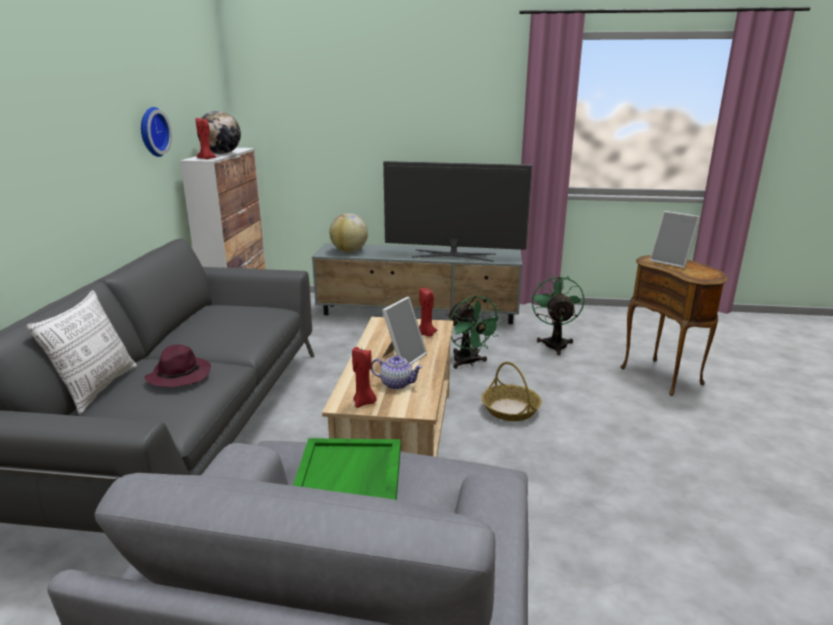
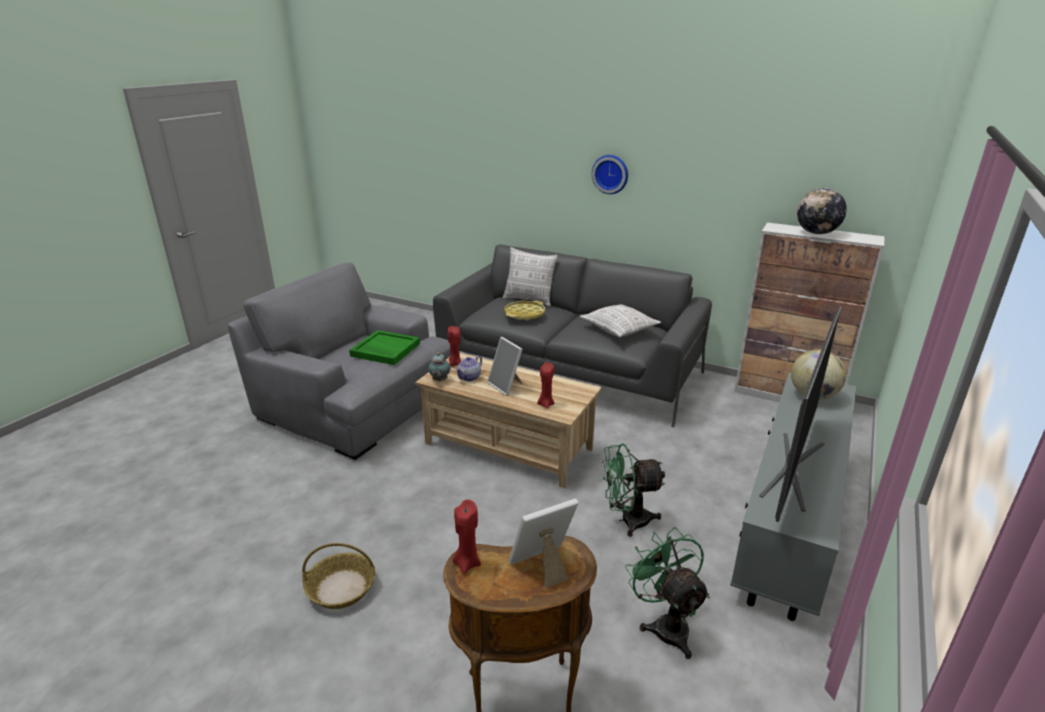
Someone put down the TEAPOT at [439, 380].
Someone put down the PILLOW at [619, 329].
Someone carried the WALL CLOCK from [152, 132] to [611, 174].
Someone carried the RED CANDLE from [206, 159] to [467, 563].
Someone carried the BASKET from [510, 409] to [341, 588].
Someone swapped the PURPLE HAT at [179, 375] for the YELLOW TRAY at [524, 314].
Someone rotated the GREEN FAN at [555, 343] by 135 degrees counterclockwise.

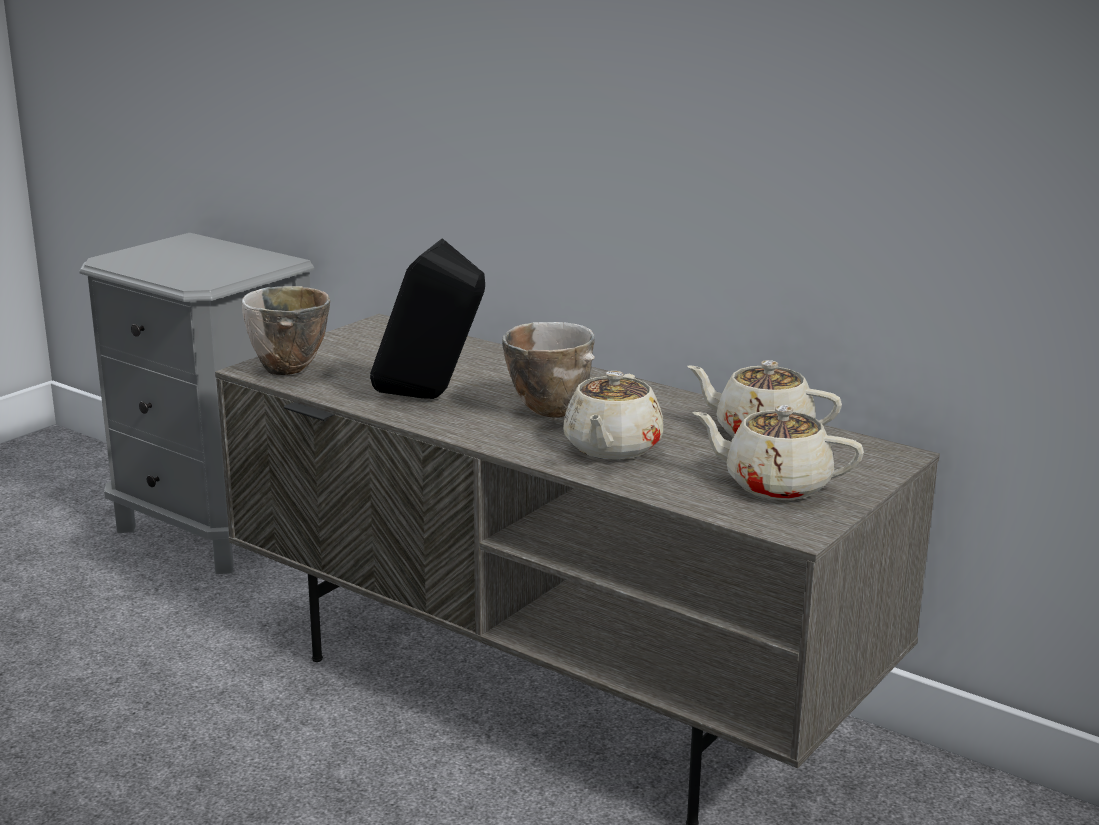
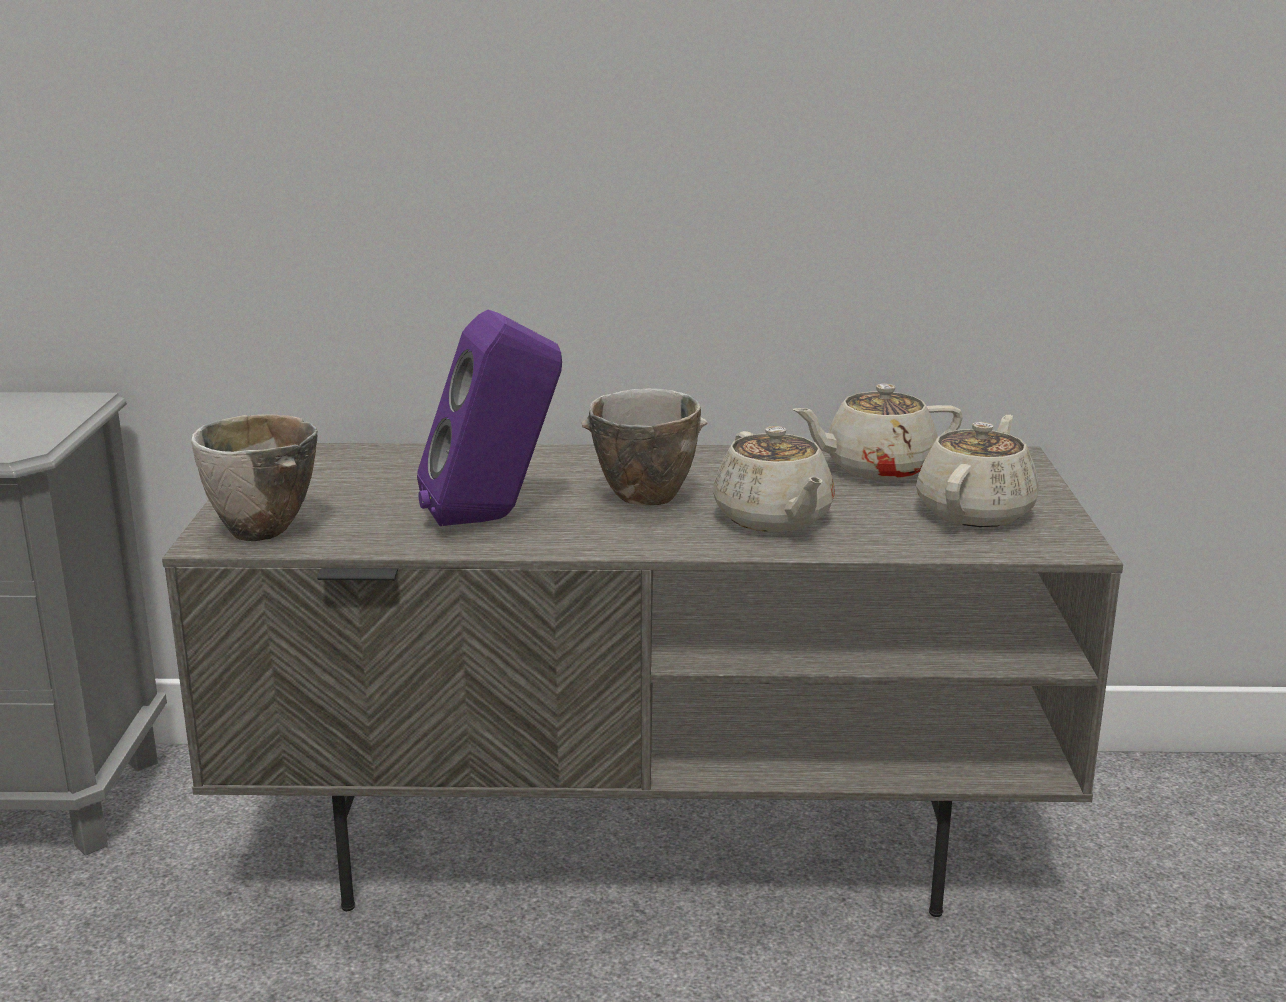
Someone repainted the BLACK SPEAKER at [431, 398], which became the PURPLE SPEAKER at [494, 518].
Someone rotated the BEIGE TEAPOT at [775, 485] by 135 degrees clockwise.

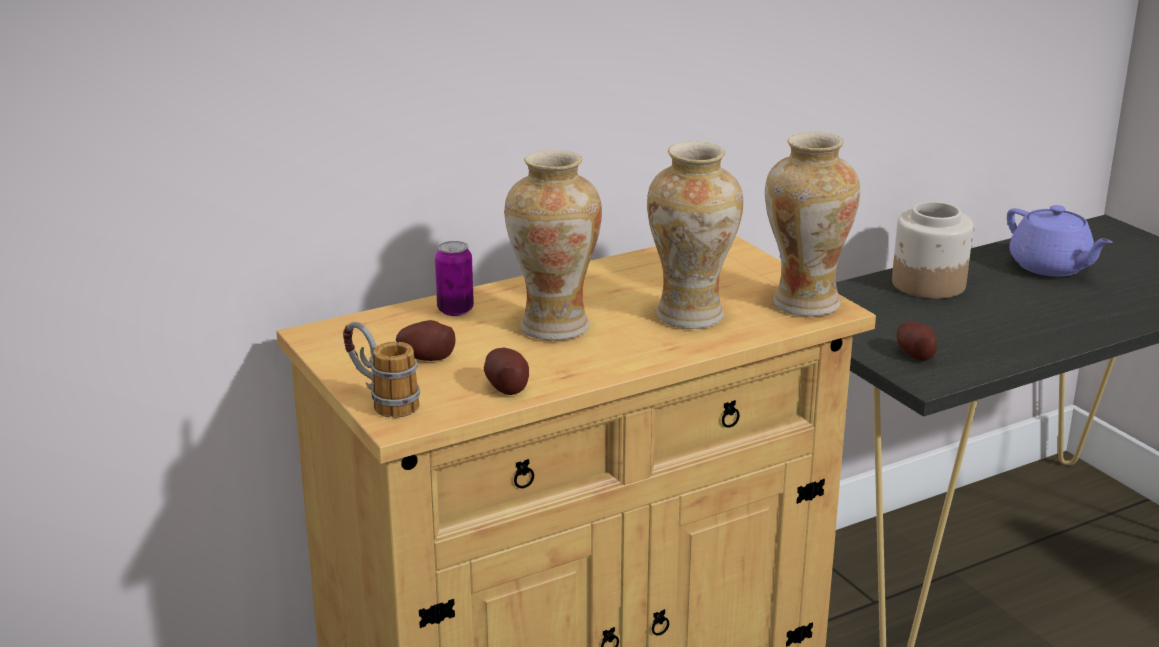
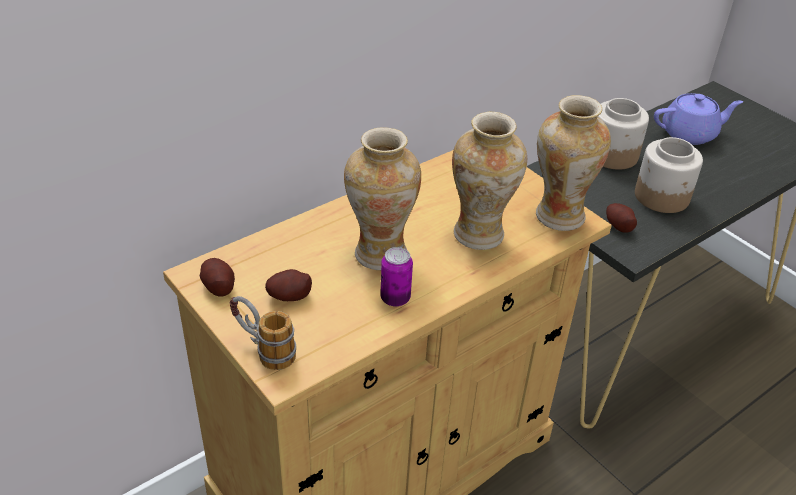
Someone put down the JAR at [662, 197].
Someone carried the CAN from [455, 310] to [395, 298].
Someone carried the POTATO from [506, 386] to [218, 286].
Someone rotated the PURPLE TEAPOT at [1051, 267] by 60 degrees counterclockwise.

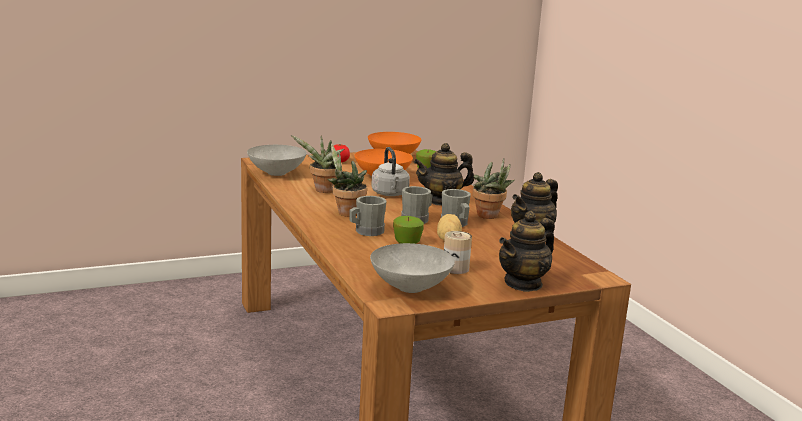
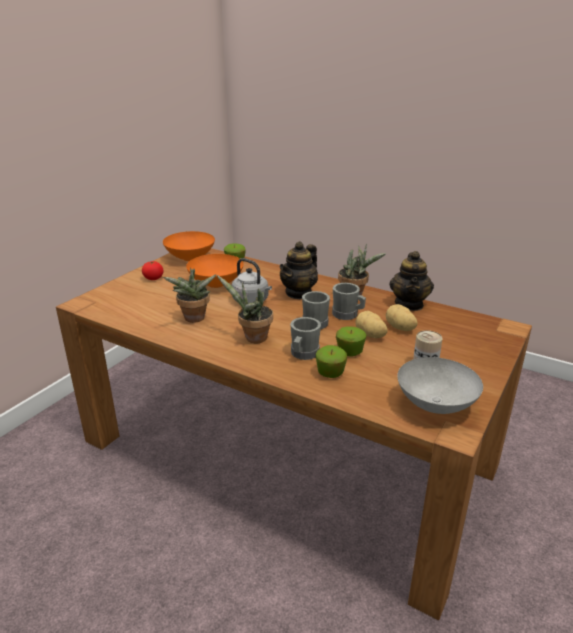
Someone took away the GREY BOWL at [277, 173].
Someone took away the TEAPOT at [523, 283].
Someone put down the APPLE at [330, 373].
Someone put down the POTATO at [400, 328].

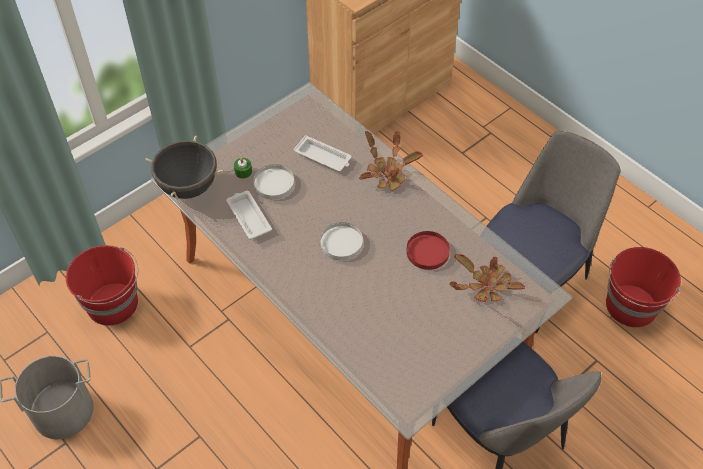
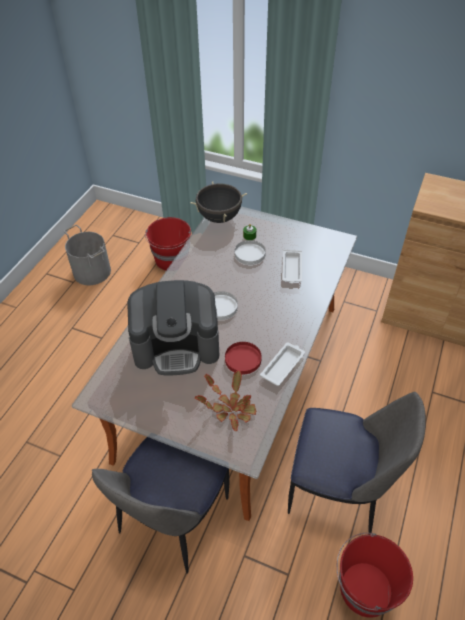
Someone took away the POTTED PLANT at [387, 172].
Someone put down the COFFEE MACHINE at [177, 345].
Someone carried the WHITE TRAY from [248, 216] to [283, 365].

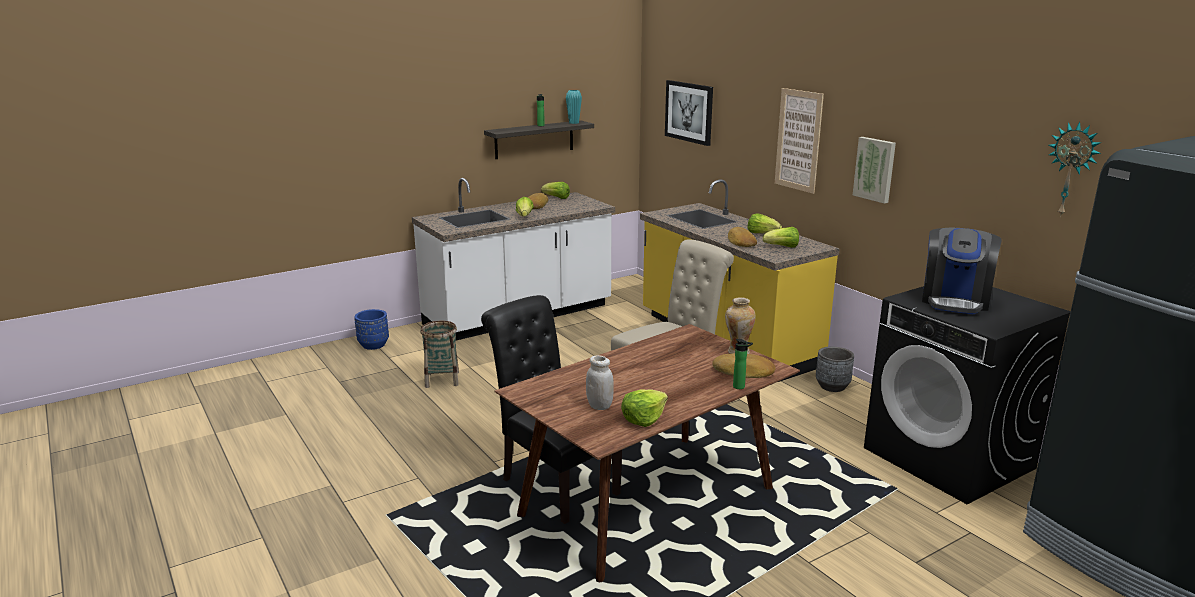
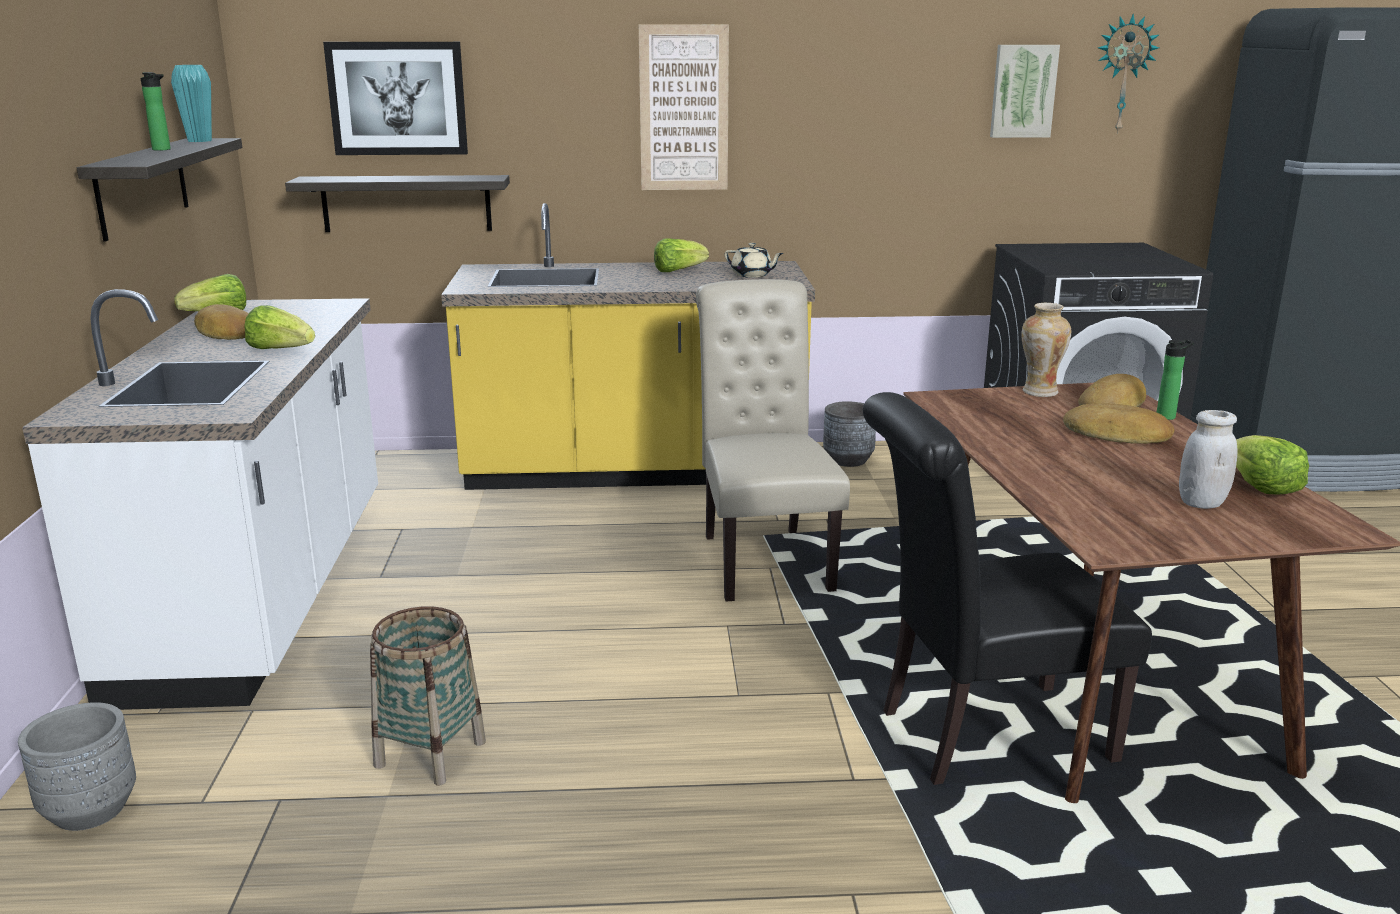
Someone took away the COFFEE MACHINE at [955, 300].
Someone put up the SHELF at [406, 203].
Someone carried the BREAD from [740, 242] to [1117, 435].
Someone carried the PICTURE from [875, 169] to [1023, 91].
Someone swapped the LETTUCE at [782, 247] for the BEIGE TEAPOT at [752, 275].
Someone repainted the BLUE PLANTER at [373, 345], which became the GREY PLANTER at [89, 810].

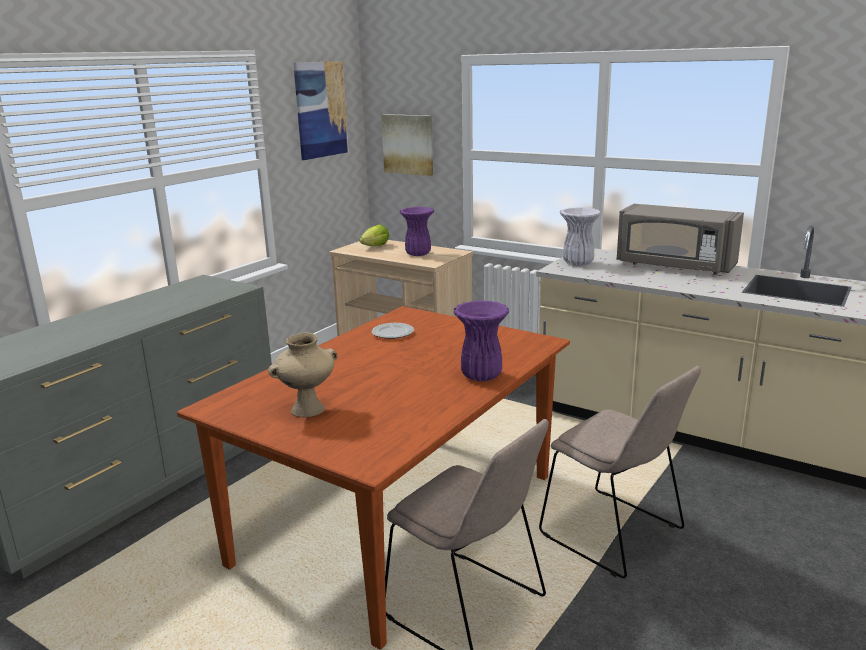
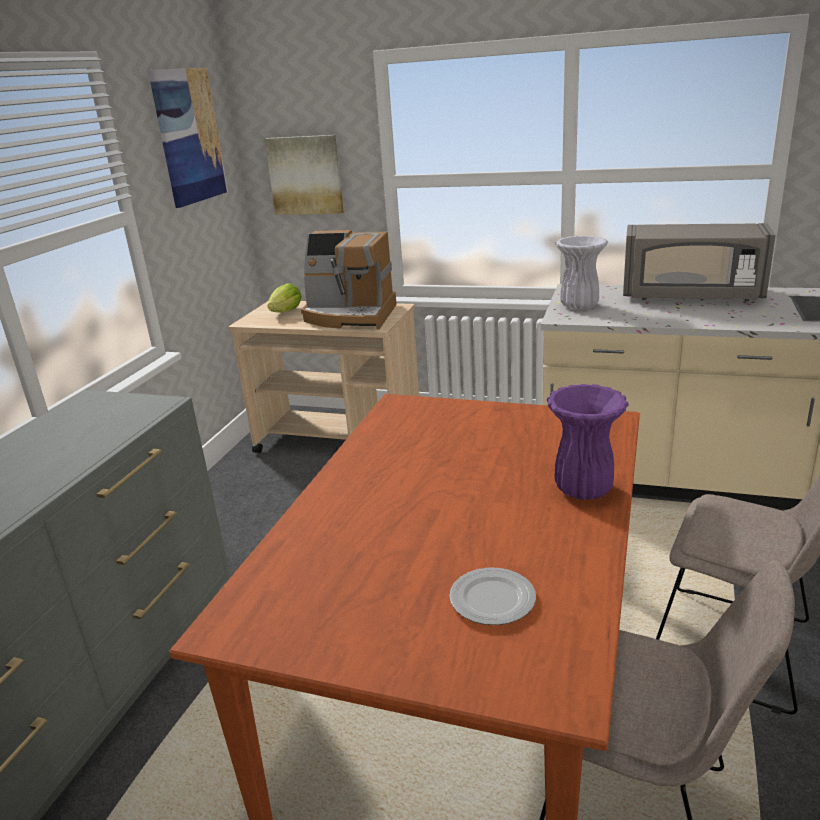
Someone took away the BEIGE VASE at [307, 410].
Someone carried the PLATE from [393, 333] to [493, 600].
Someone swapped the PURPLE VASE at [418, 254] for the COFFEE MACHINE at [350, 316].

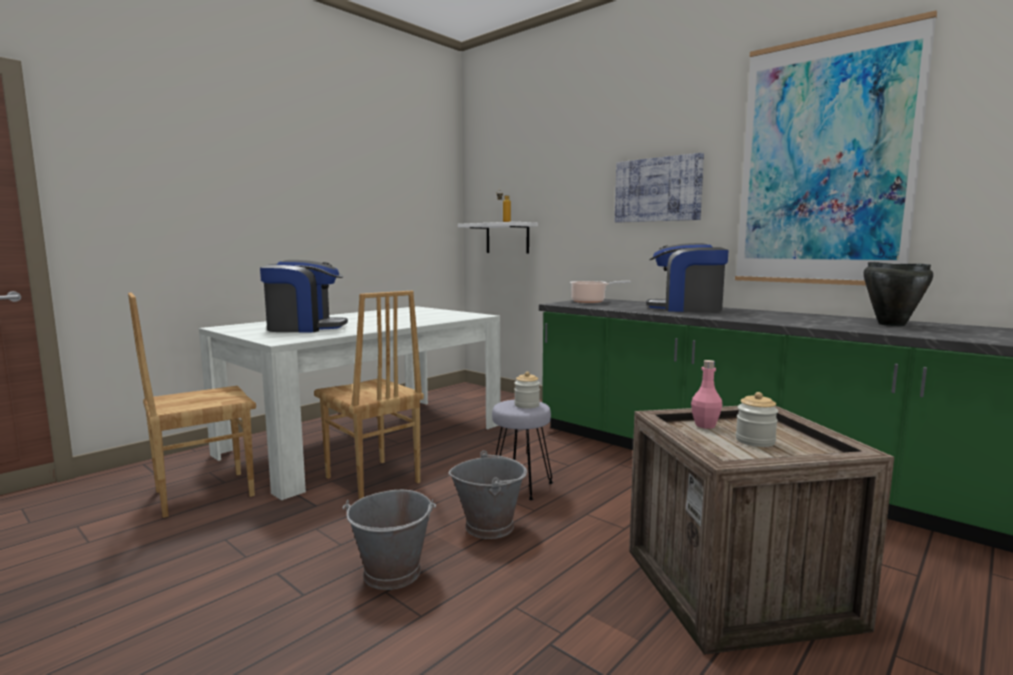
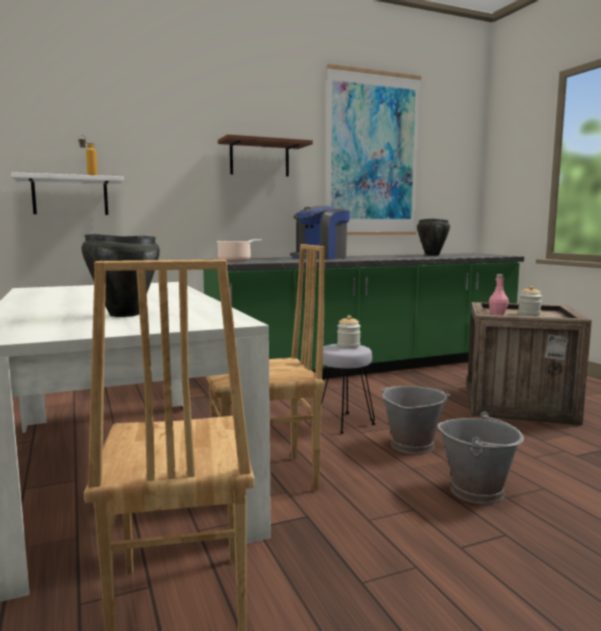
Someone swapped the COFFEE MACHINE at [305, 328] for the BLACK COOKING POT at [124, 314].
Someone swapped the PICTURE at [657, 190] for the BROWN SHELF at [259, 159].

